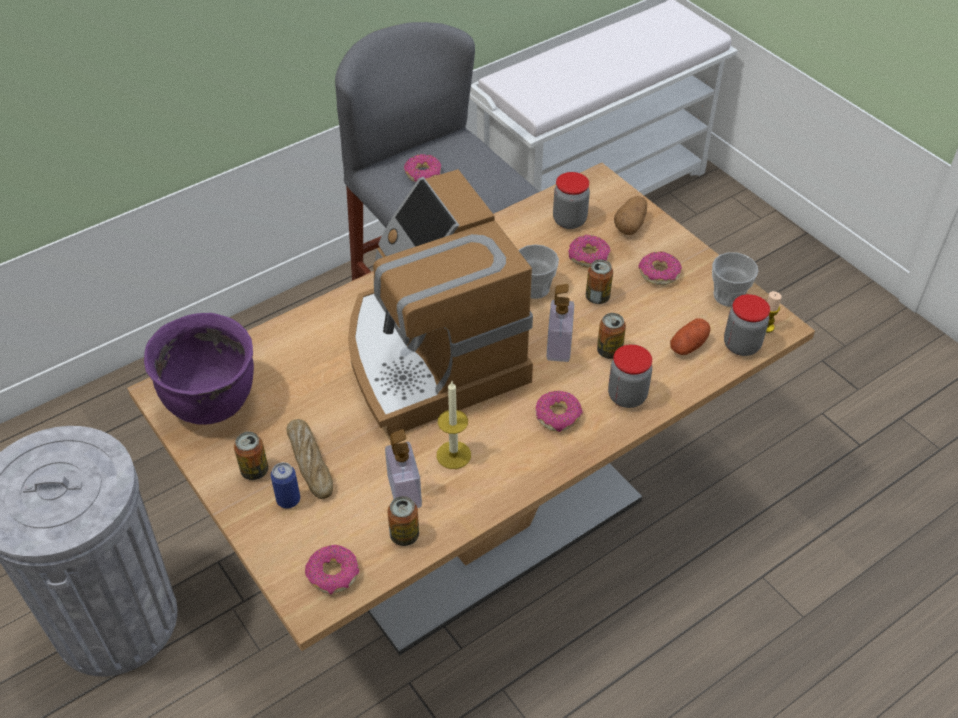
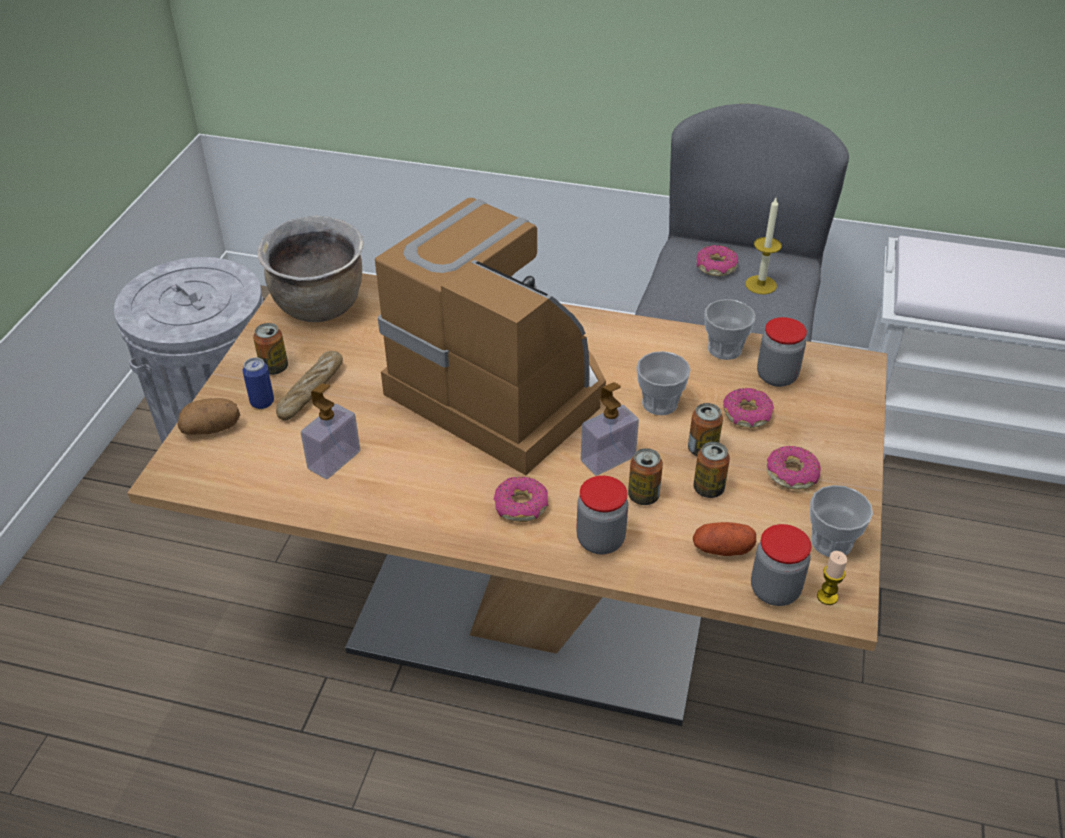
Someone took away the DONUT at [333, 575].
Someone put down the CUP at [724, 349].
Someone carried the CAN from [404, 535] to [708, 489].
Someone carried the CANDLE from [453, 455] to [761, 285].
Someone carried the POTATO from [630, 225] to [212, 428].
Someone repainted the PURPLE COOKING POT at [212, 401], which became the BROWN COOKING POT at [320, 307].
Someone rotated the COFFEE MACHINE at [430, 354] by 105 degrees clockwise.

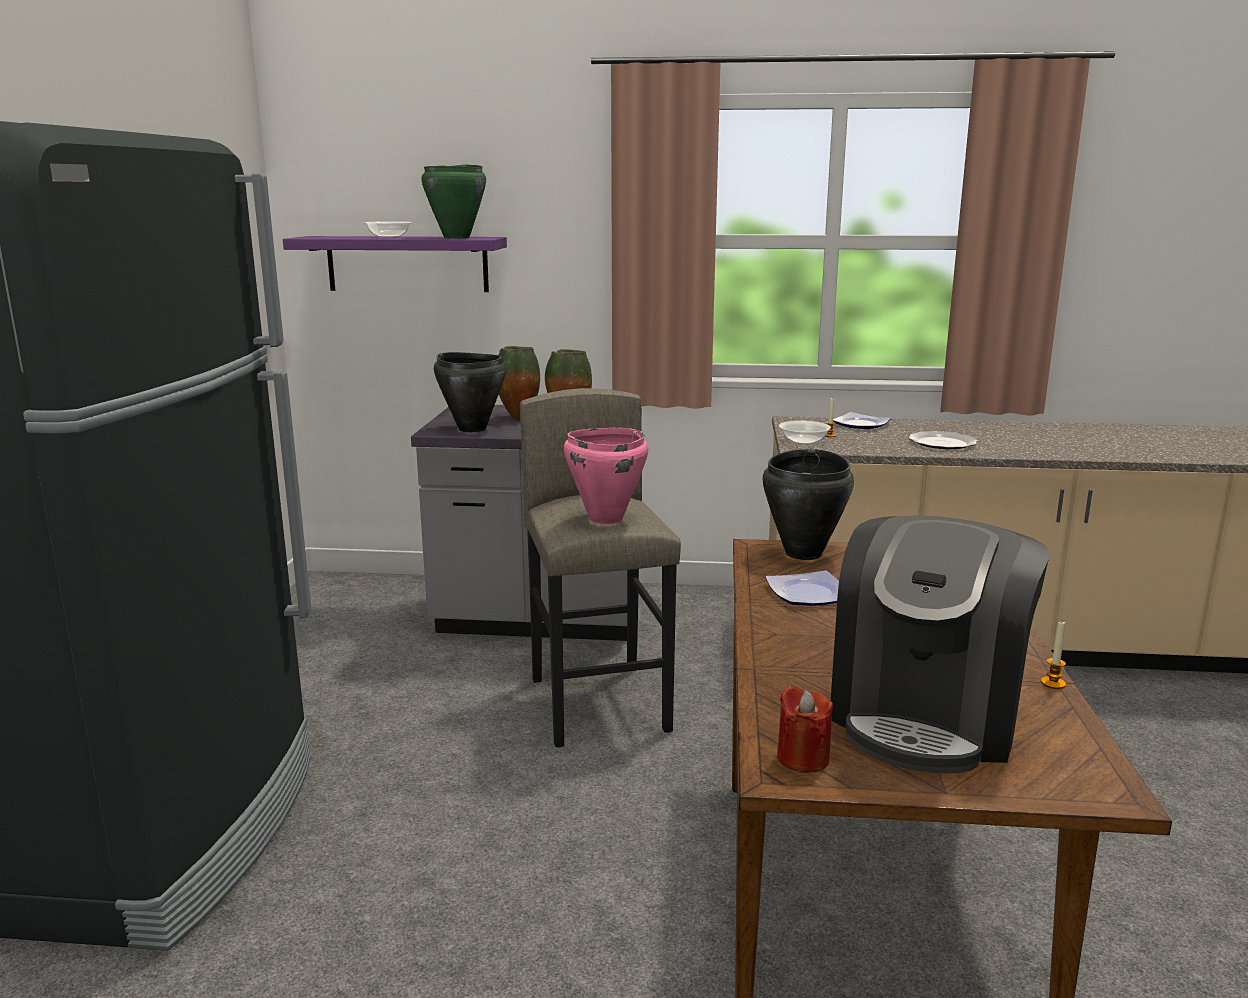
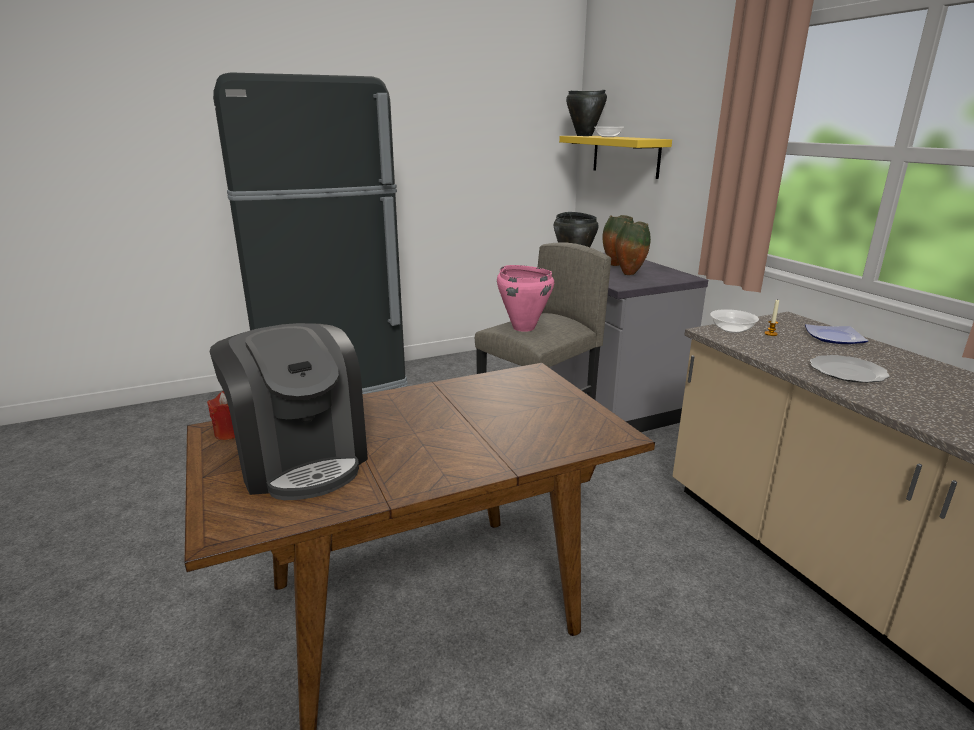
Someone took away the GREEN COOKING POT at [457, 237].
Someone took away the PLATE at [810, 594].
Someone took away the CANDLE at [1053, 683].
Someone carried the BLACK COOKING POT from [804, 553] to [584, 135].
Someone repainted the PURPLE SHELF at [407, 264], which became the YELLOW SHELF at [625, 156].
Someone rotated the COFFEE MACHINE at [926, 715] by 120 degrees counterclockwise.

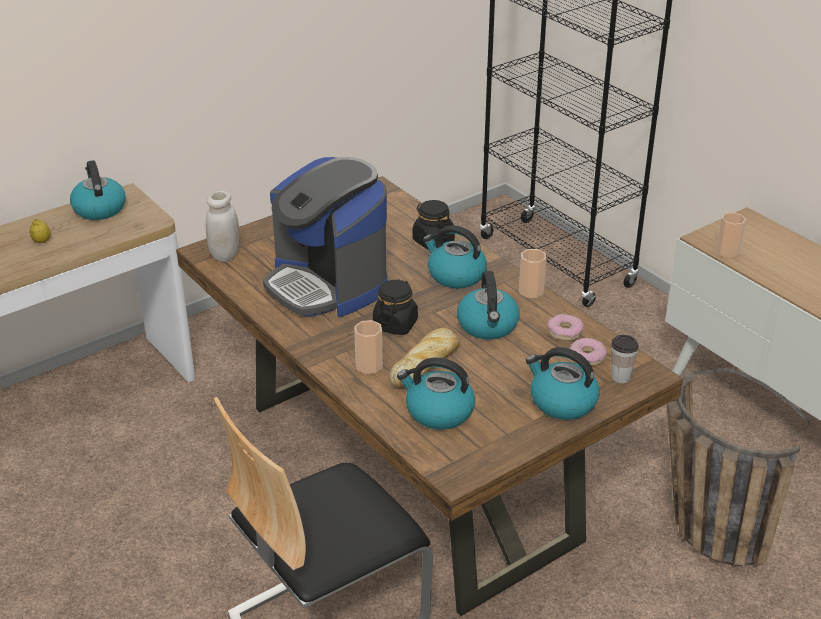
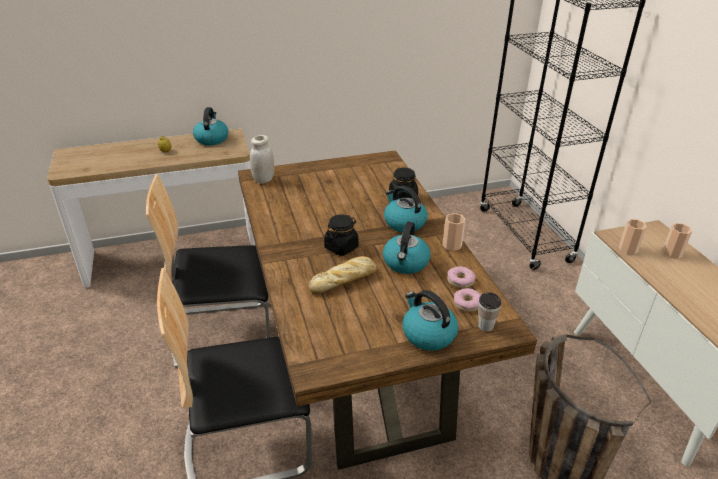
Someone took away the COFFEE MACHINE at [327, 284].
Someone took away the KETTLE at [438, 412].
Someone put down the CHAIR at [223, 332].
Someone carried the CUP from [369, 365] to [672, 253].

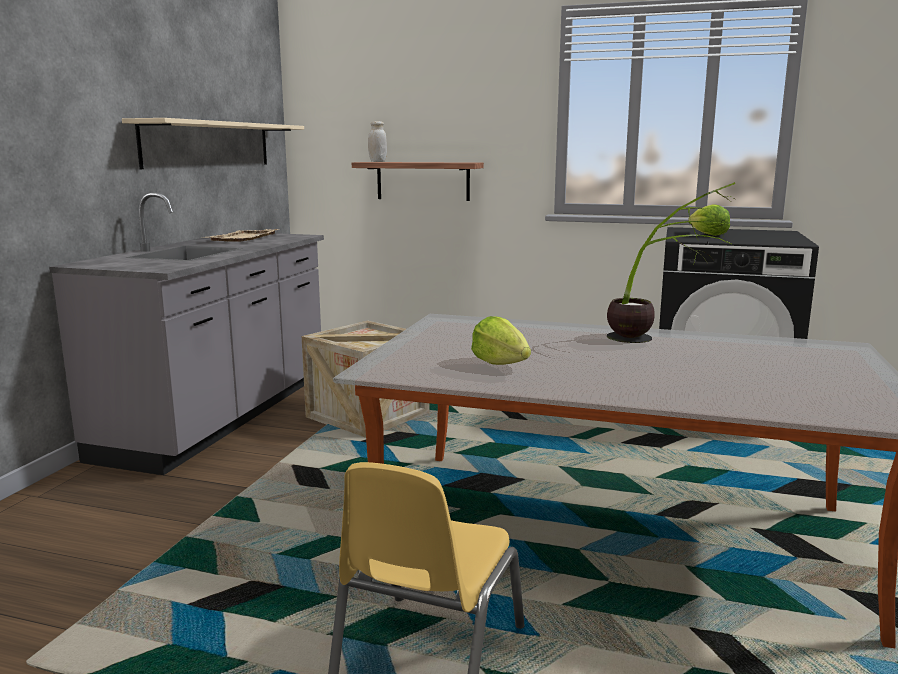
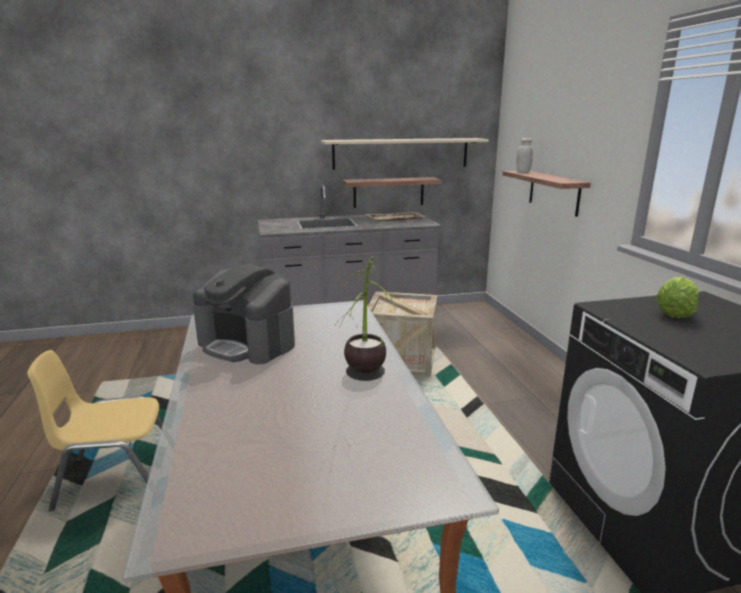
Someone put up the SHELF at [388, 192].
Someone swapped the LETTUCE at [500, 363] for the COFFEE MACHINE at [247, 344].

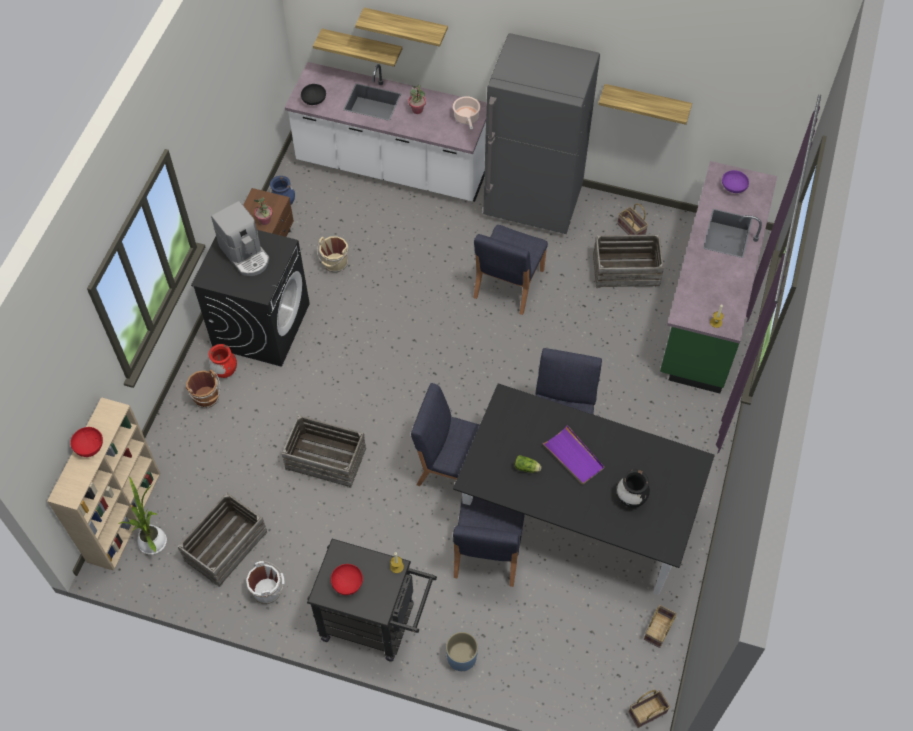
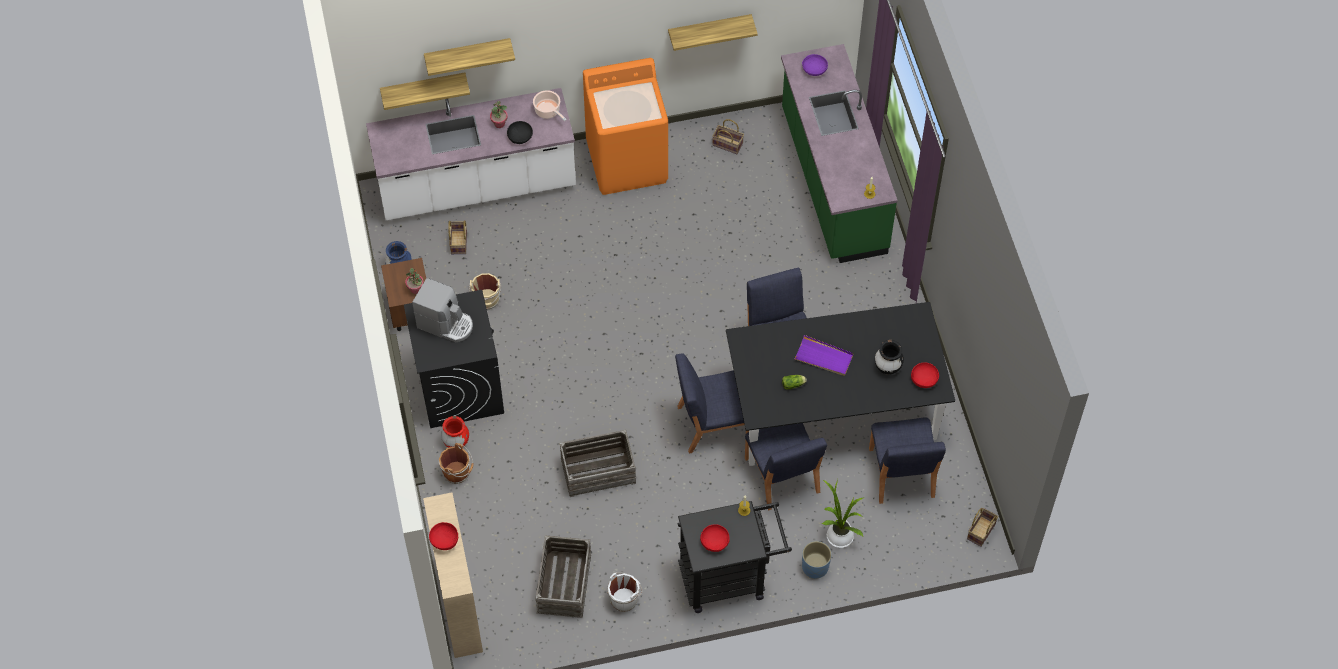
Someone took away the CRATE at [625, 271].
Someone put down the RED BOWL at [924, 379].
Someone carried the POTTED PLANT from [153, 540] to [838, 534].
Someone carried the BLACK BOWL from [314, 100] to [520, 137].
Someone carried the BLUE CHAIR from [508, 284] to [901, 474].
Someone carried the BASKET from [658, 631] to [459, 243].
Someone swapped the GREY FRIDGE at [533, 204] for the ORANGE WASHING MACHINE at [627, 162].

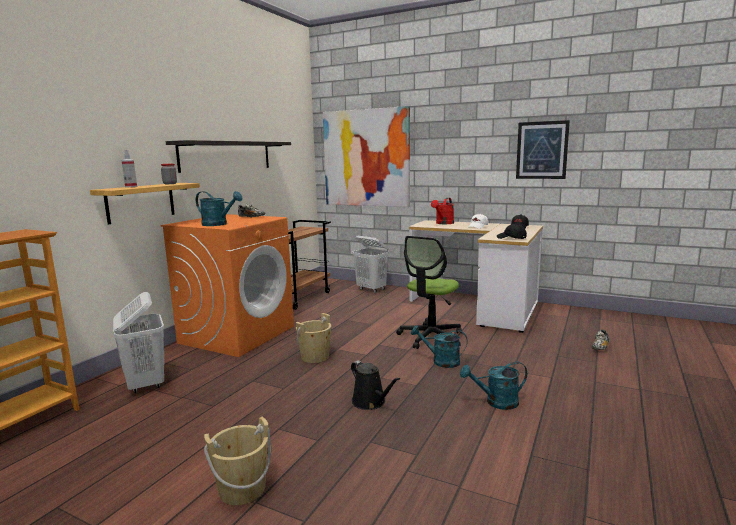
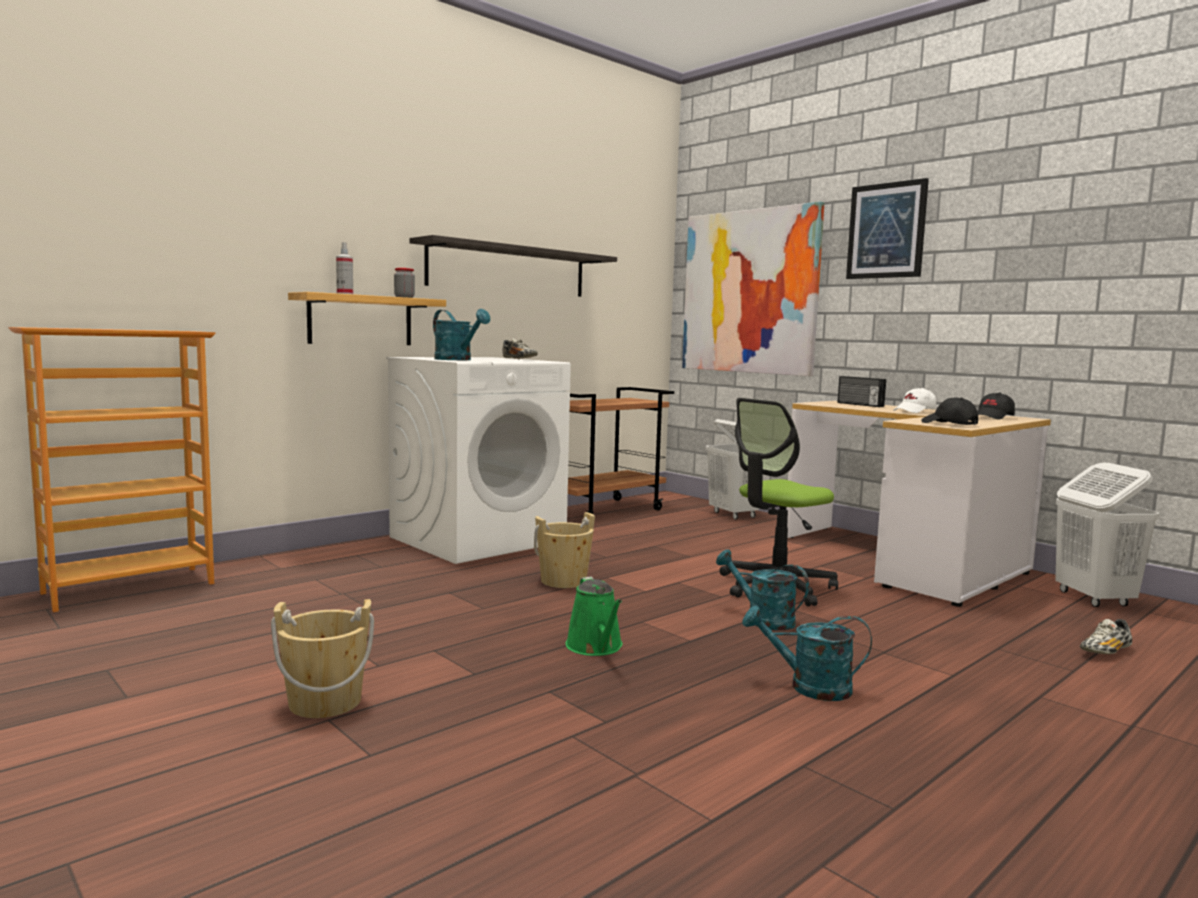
Someone carried the WHITE LAUNDRY BASKET from [146, 384] to [1093, 599].
Someone carried the PICTURE from [542, 150] to [886, 231].
Someone swapped the RED WATERING CAN at [443, 223] for the RADIO at [859, 404].
Someone repainted the ORANGE WASHING MACHINE at [237, 334], which became the WHITE WASHING MACHINE at [478, 539].
Someone repainted the BLACK WATERING CAN at [371, 402], which became the GREEN WATERING CAN at [596, 647].

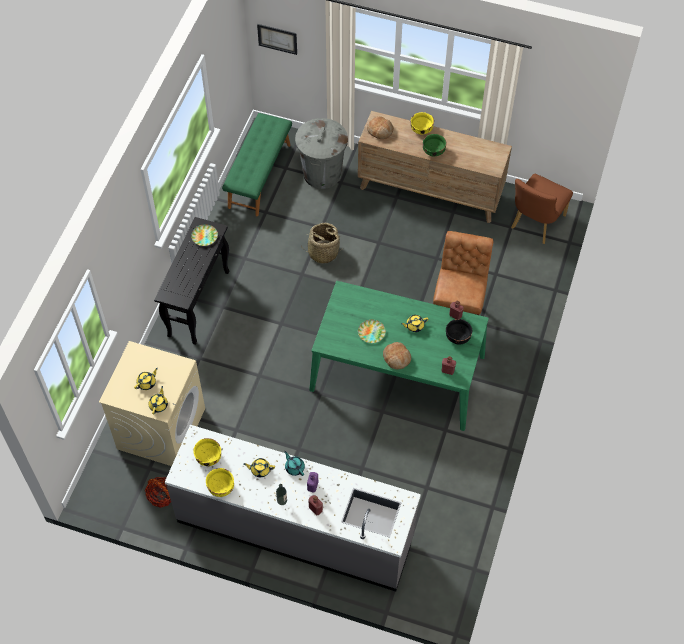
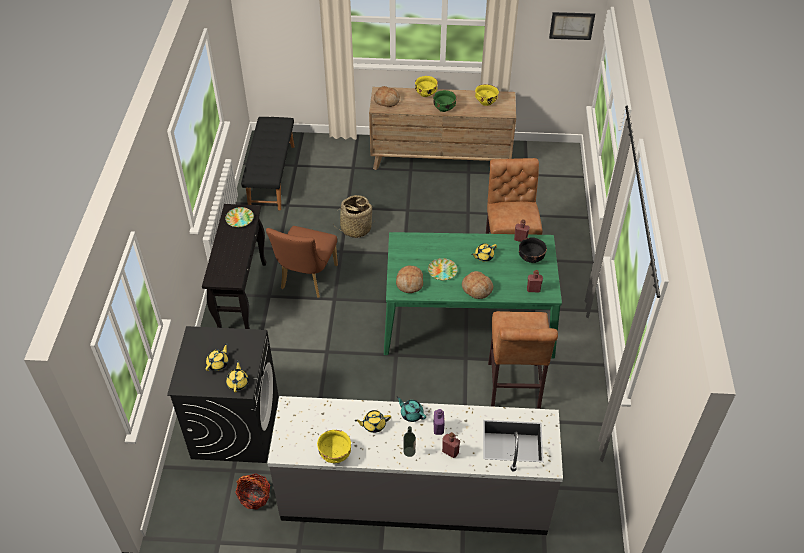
Someone took away the GREY TRASH CAN at [322, 174].
Someone put down the BREAD at [409, 283].
Someone put down the BROWN STOOL at [514, 388].
Someone carried the YELLOW BOWL from [208, 458] to [485, 102].
Someone carried the PICTURE from [277, 38] to [571, 25].
Someone carried the BROWN CHAIR from [535, 224] to [306, 280].
Someone repainted the BEIGE WASHING MACHINE at [161, 428], which became the BLACK WASHING MACHINE at [235, 426].
Someone repainted the GREEN BENCH at [259, 175], which became the BLACK BENCH at [271, 176].

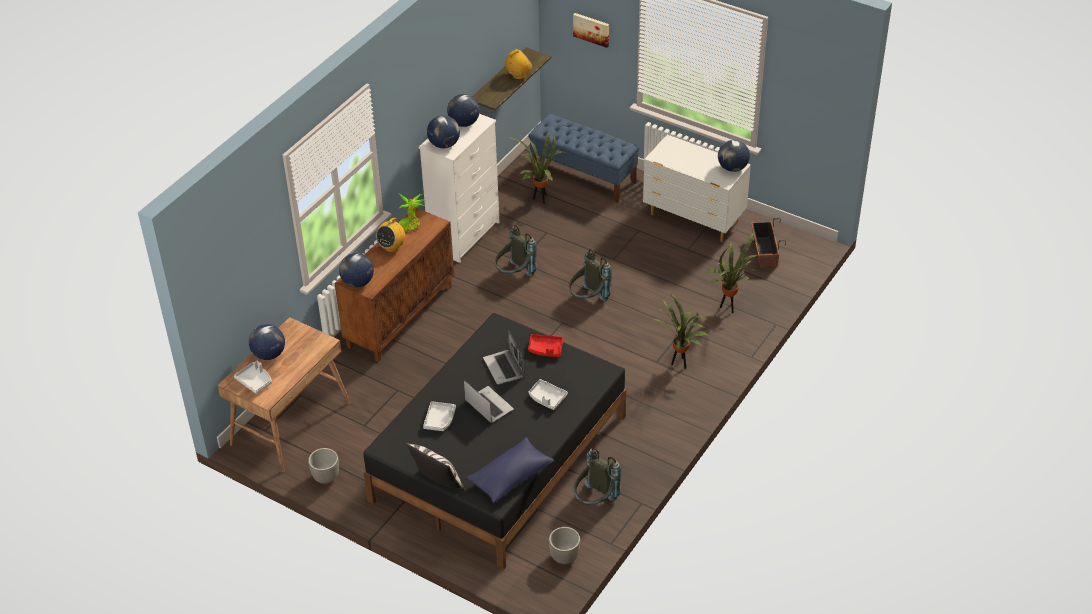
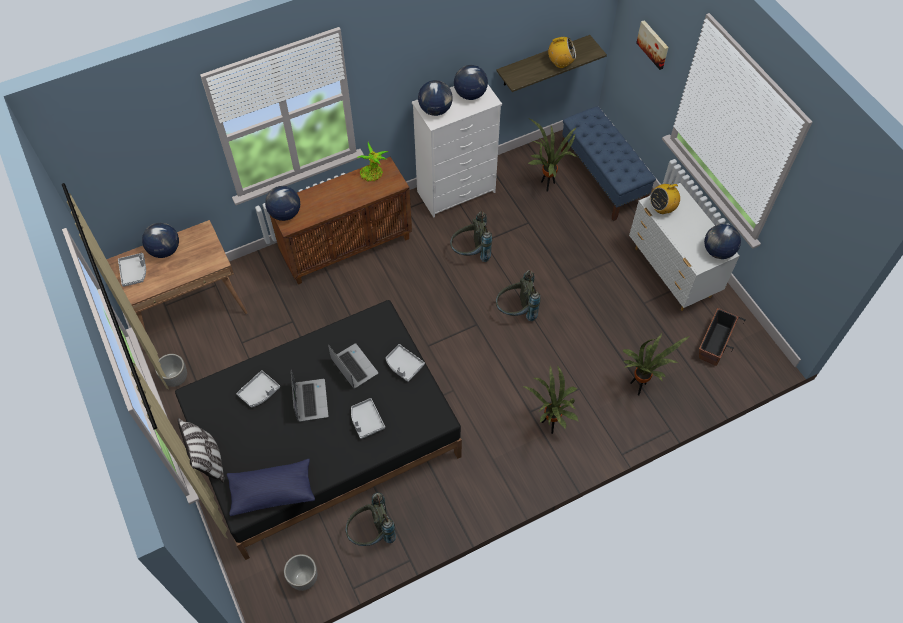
Someone carried the RADIO from [392, 247] to [662, 208].
Someone repainted the RED TRAY at [545, 349], which became the GREY TRAY at [404, 365].
Someone rotated the LAPTOP at [504, 368] by 135 degrees clockwise.

